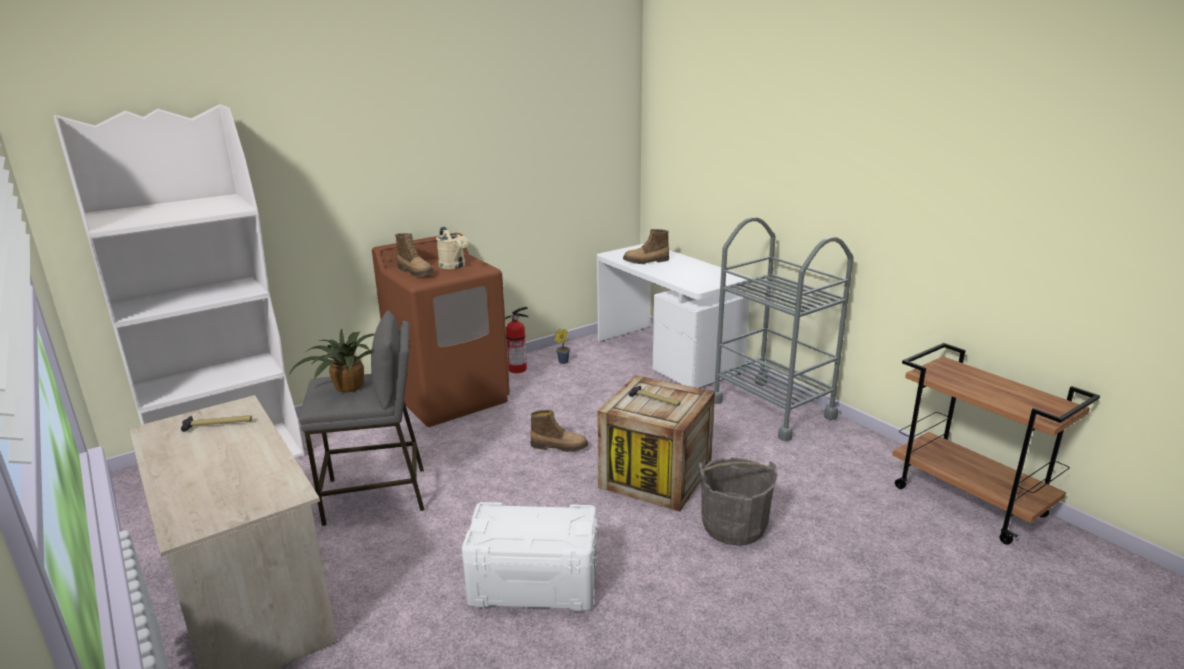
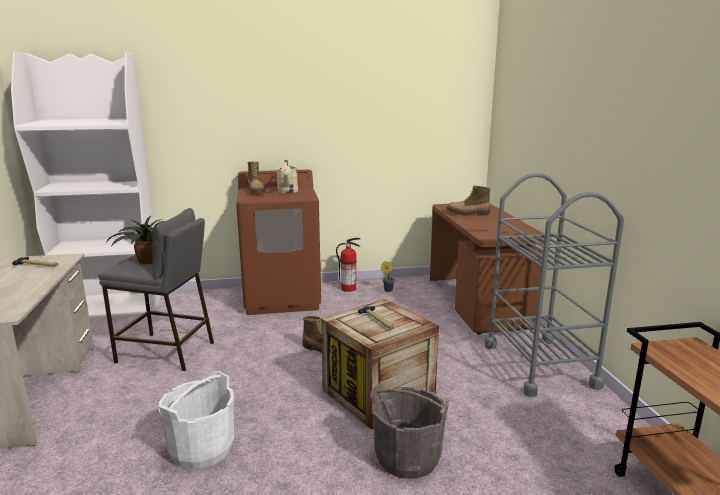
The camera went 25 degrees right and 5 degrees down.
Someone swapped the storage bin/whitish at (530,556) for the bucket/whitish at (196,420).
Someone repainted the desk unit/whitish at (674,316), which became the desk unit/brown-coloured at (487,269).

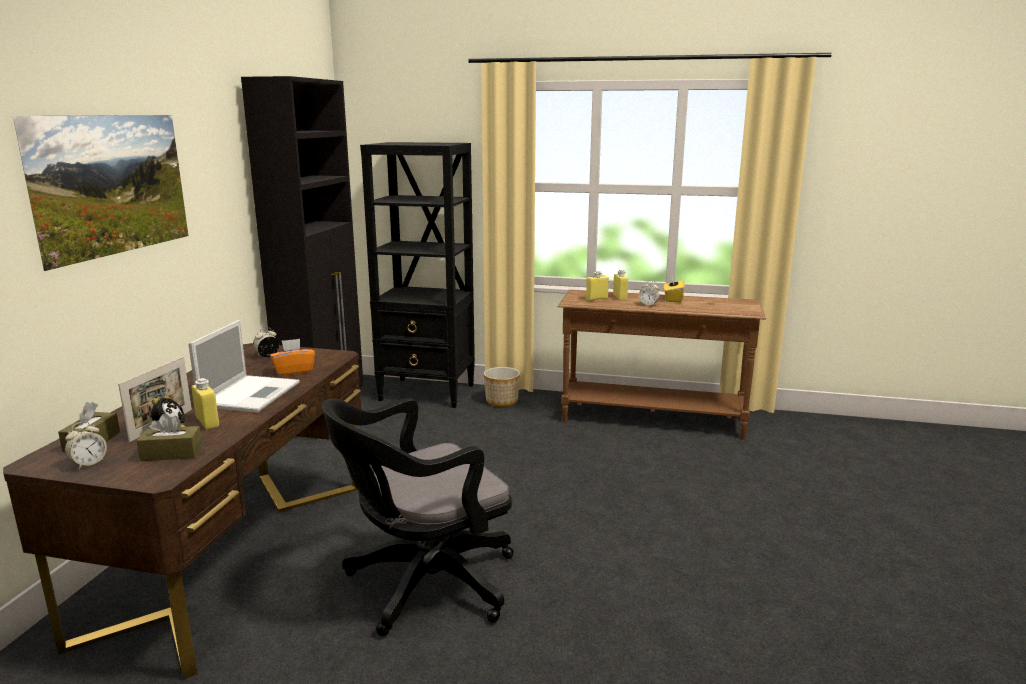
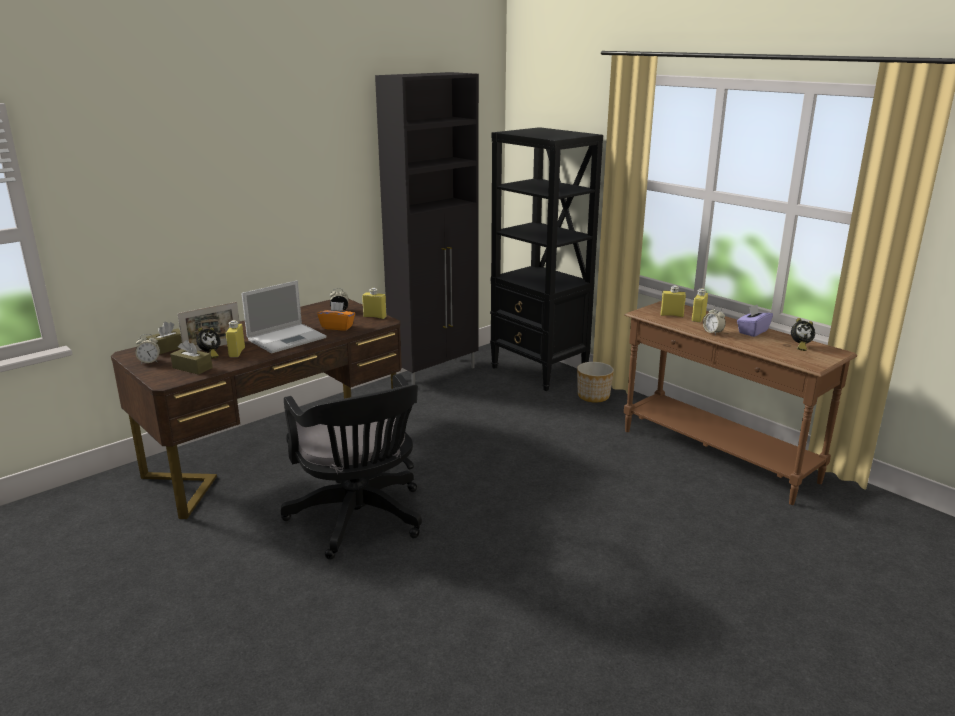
The camera went 35 degrees right and 5 degrees up.
Someone rotated the desk chair/black at (418,517) by 120 degrees counterclockwise.
Someone put down the beverage bottle/yellowish at (374,303).
Someone repainted the tissue holder/yellowish at (674,289), which became the tissue holder/purplish at (755,321).
Someone put down the alarm clock at (803,334).
Someone took away the wall art at (100,193).

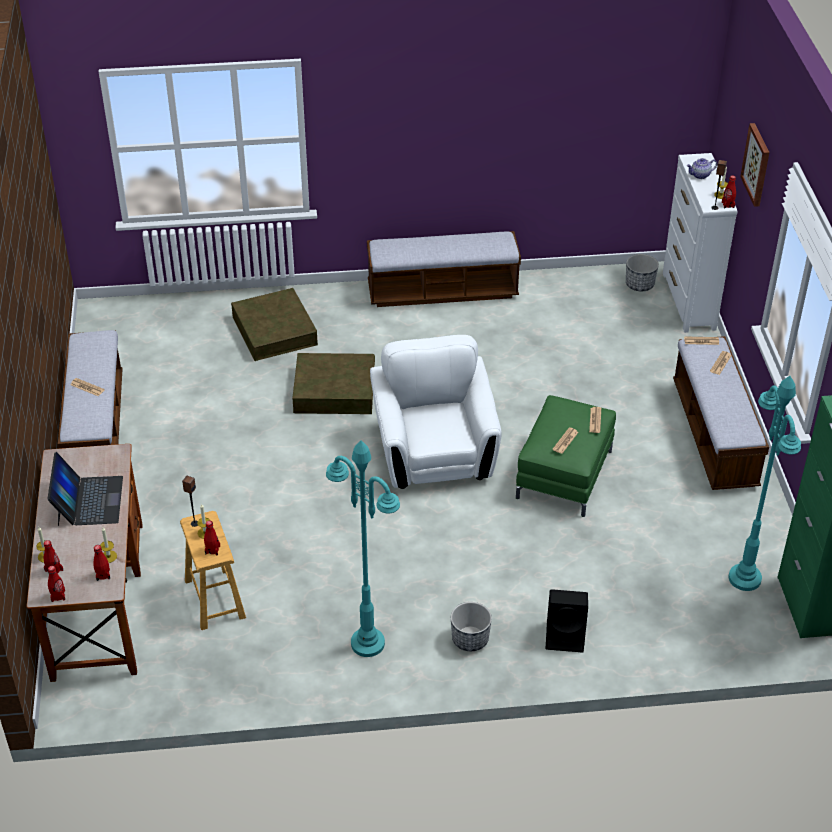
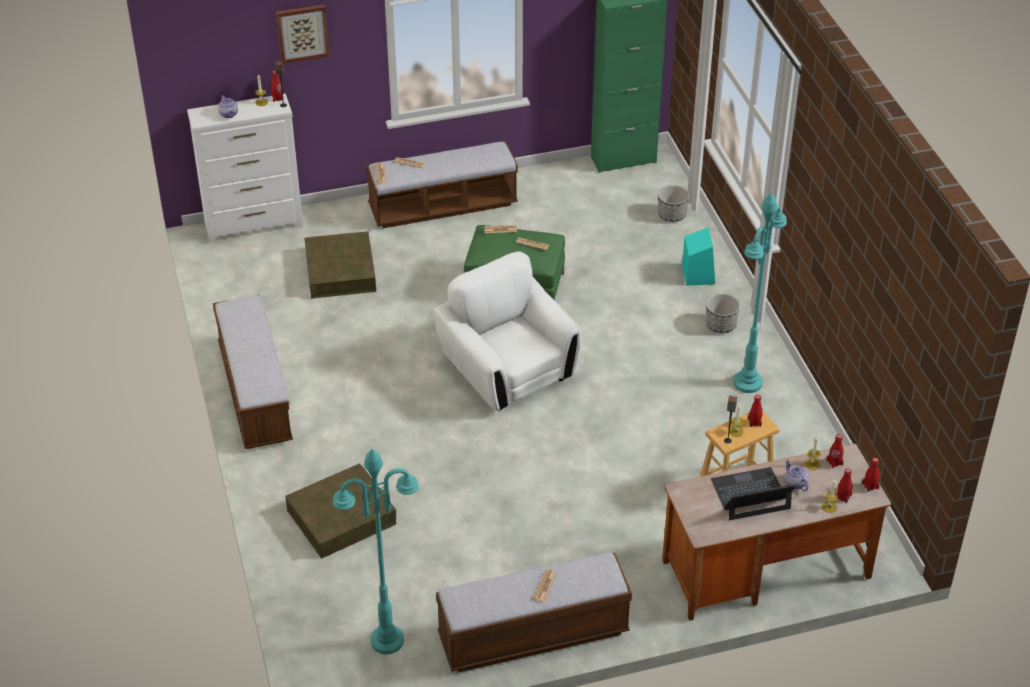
The camera went 100 degrees left and 0 degrees up.
Someone carried the storage bin/brown-coloured from (333,383) to (340,265).
Someone carried the standing lamp/turquoise-coloured from (765,483) to (376,551).
Someone rotated the easy chair/whitish at (436,412) by 75 degrees clockwise.
Someone carried the plant pot from (642,272) to (673,203).
Someone repainted the speaker/black at (567,621), which became the speaker/turquoise-coloured at (698,256).
Someone put down the tea pot at (796,475).

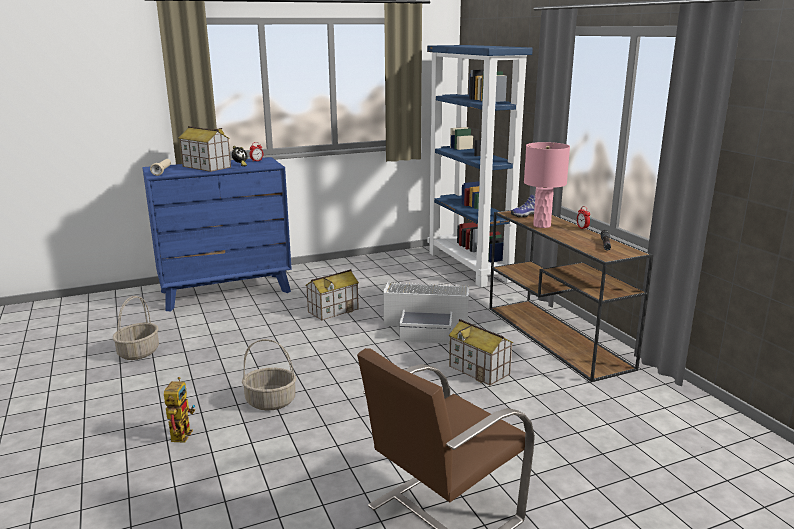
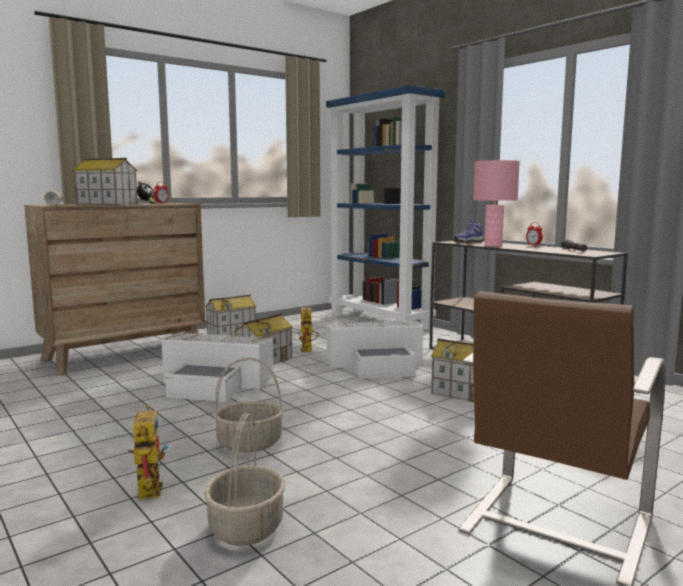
The camera went 15 degrees left and 10 degrees down.
Someone repainted the chest of drawers/bluish at (217,234), which became the chest of drawers/brown-coloured at (114,289).
Someone put down the storage bin/whitish at (217,367).
Someone carried the household basket from (136,328) to (244,479).
Someone put down the model house at (230,315).
Someone put down the model robot at (308,329).

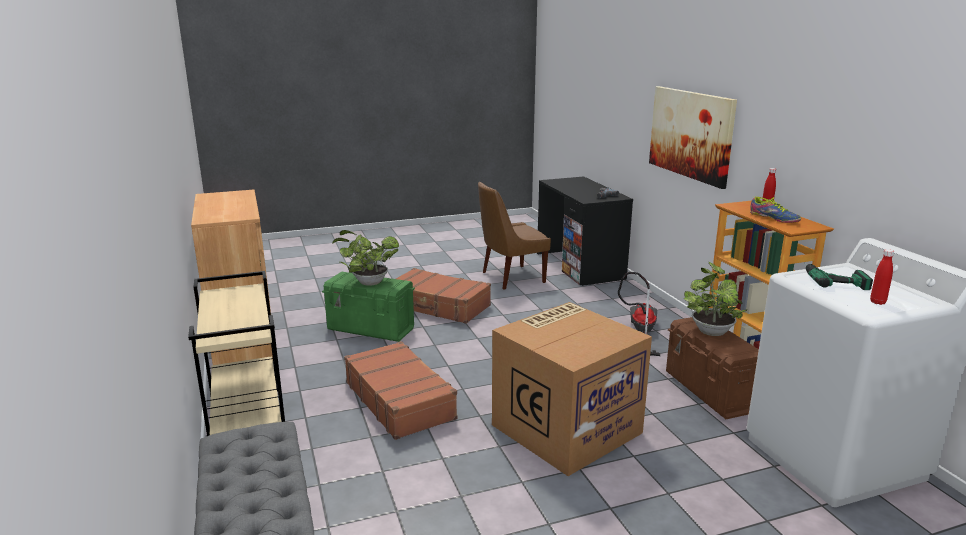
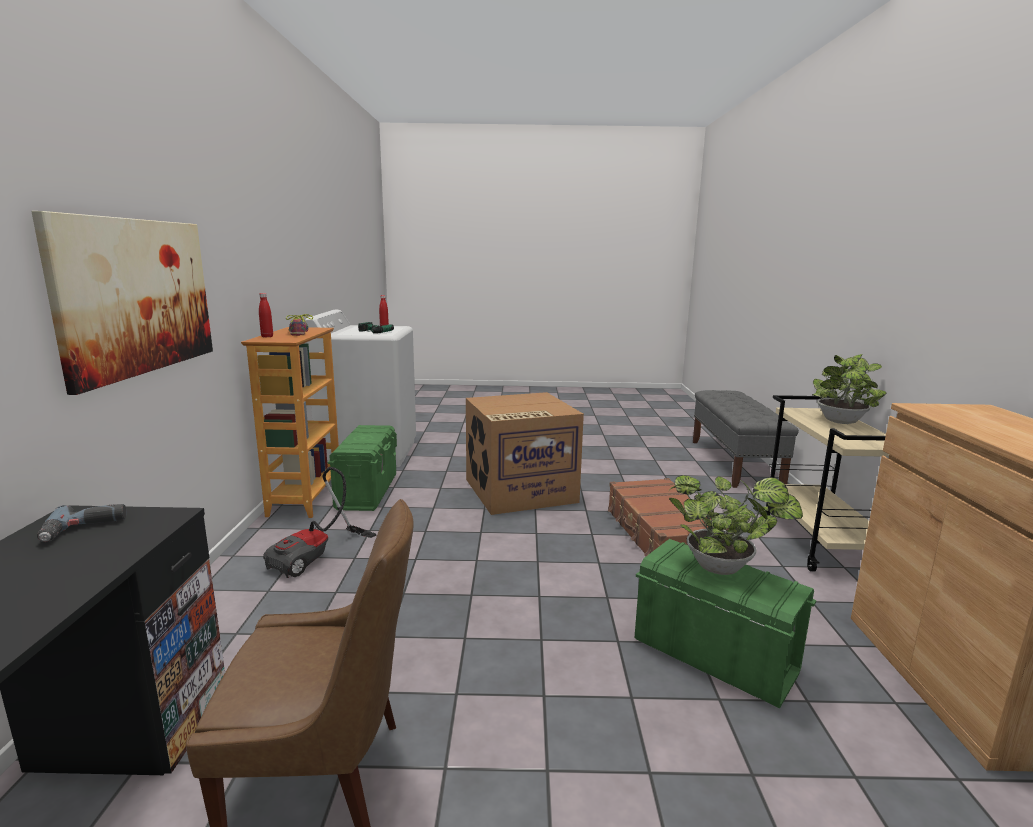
The camera went 160 degrees left and 5 degrees down.
Someone repainted the storage bin/brown-coloured at (712,368), which became the storage bin/green-coloured at (362,468).
Someone carried the plant in a pot from (715,299) to (849,389).
Someone took away the suitcase/brown-coloured at (443,296).

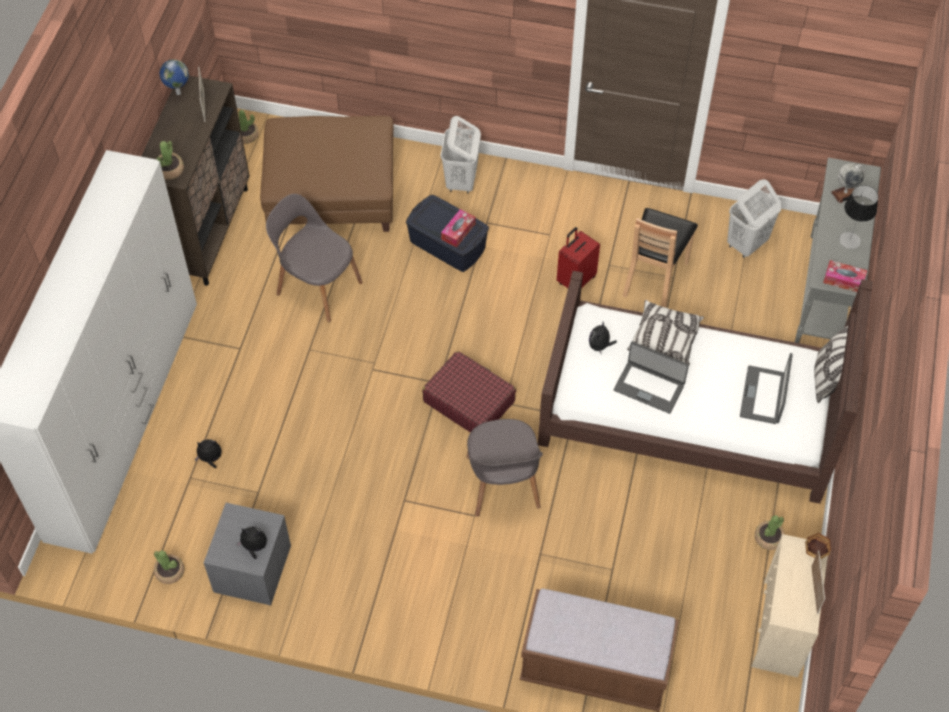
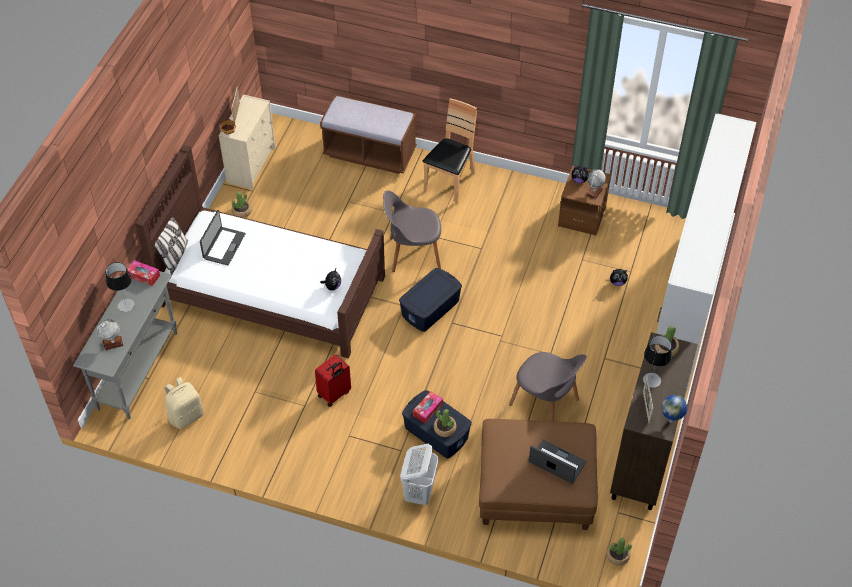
The camera went 175 degrees left and 5 degrees down.
Someone swapped the laundry basket/whitish at (754,218) for the backpack/sand-coloured at (184,403).
Someone rotated the chair/grey at (504,468) by 90 degrees counterclockwise.
Someone swapped the suitcase/red at (469,392) for the storage bin/bluish at (430,300).
Someone carried the chair/brown-coloured from (660,258) to (450,151).
Someone carried the plant in a pot from (169,567) to (445,423).
Someone carried the portable computer from (651,378) to (558,461).
Someone repainted the bedside table/grey at (247,554), which became the bedside table/brown-coloured at (584,201).
Someone put down the globe at (596,184).
Someone put down the lamp for a table at (657,362).
Someone took away the pillow at (665,332).

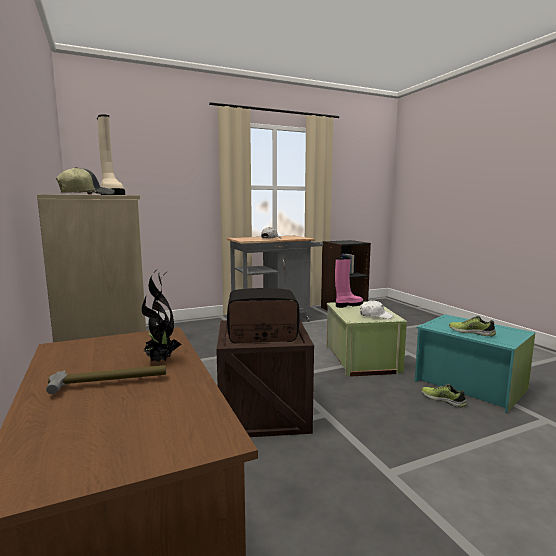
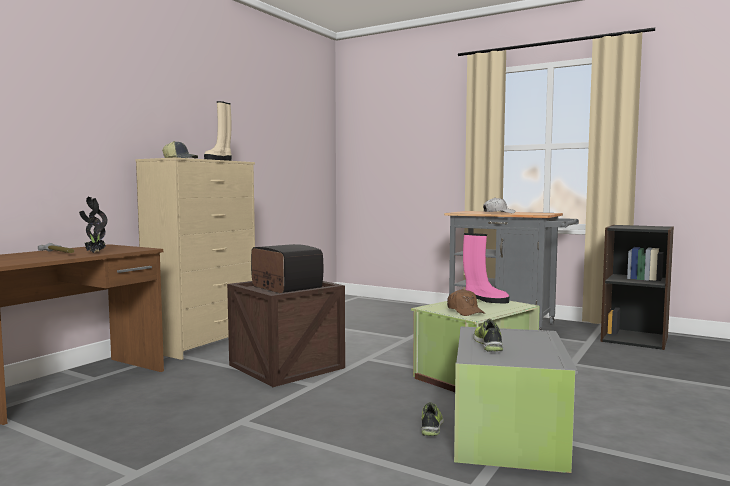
The camera went 55 degrees right and 5 degrees down.
Someone repainted the baseball cap/whitish at (376,309), which became the baseball cap/brown-coloured at (466,302).
Someone repainted the storage bin/turquoise-coloured at (475,363), which became the storage bin/grey at (516,400).

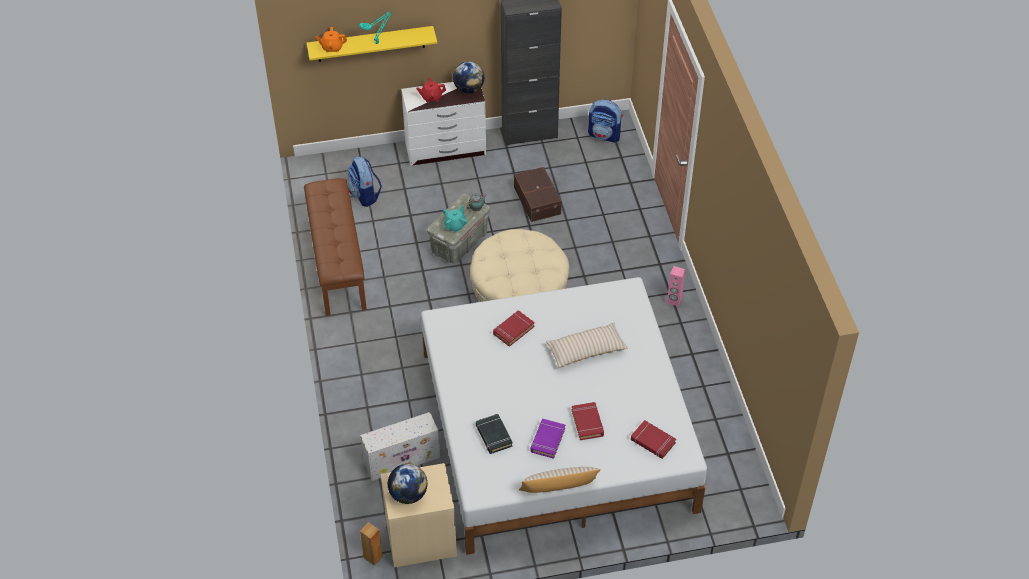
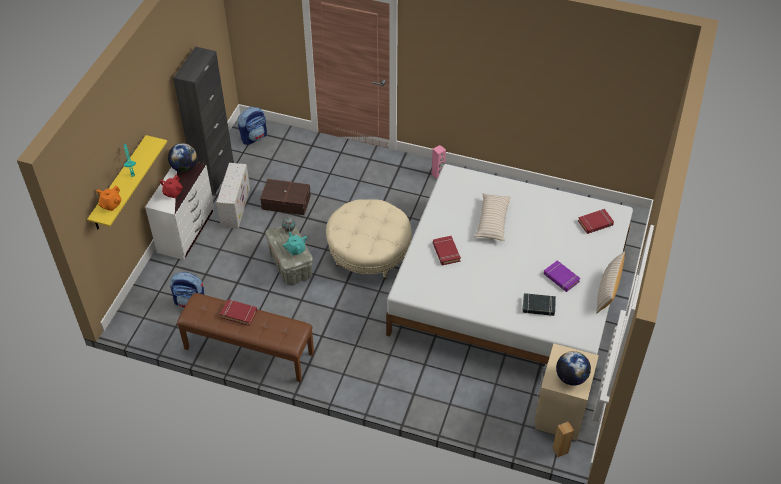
The camera went 60 degrees left and 0 degrees up.
Someone carried the storage bin/whitish from (400,446) to (233,196).
Someone carried the book/red from (588,421) to (238,312).

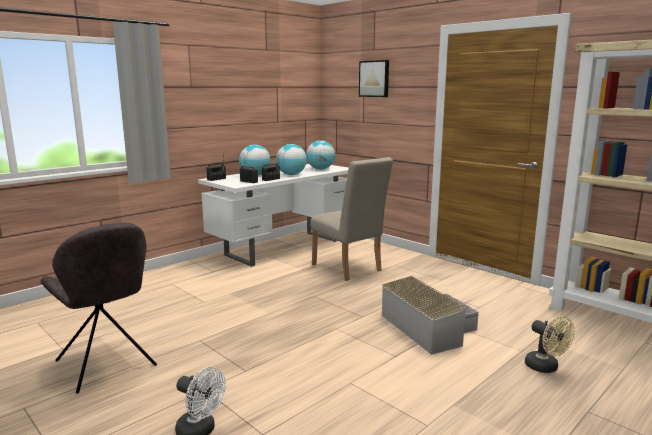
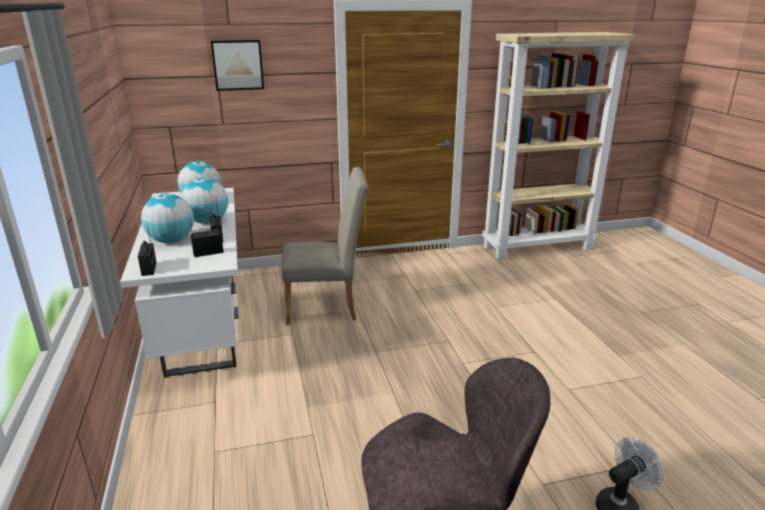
The camera went 60 degrees left and 10 degrees up.
Someone took away the storage bin/grey at (430,315).
Someone took away the fan/sand-coloured at (550,344).

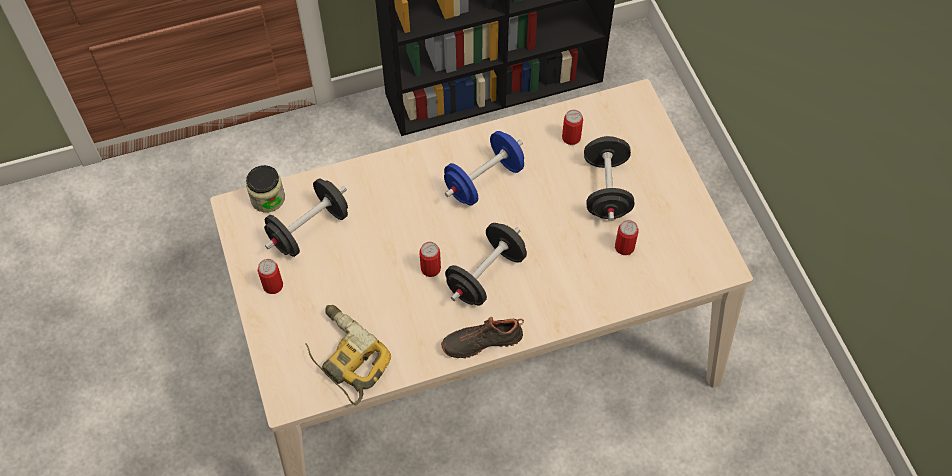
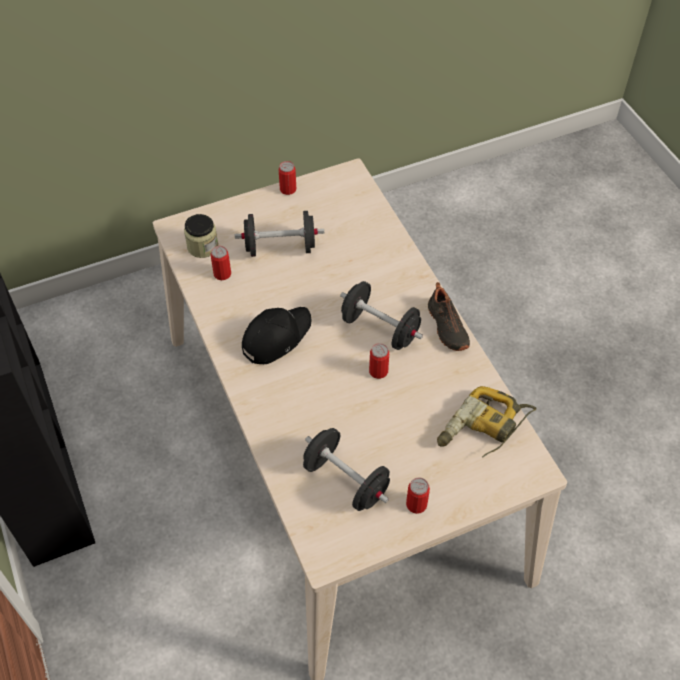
The camera went 95 degrees left and 5 degrees down.
Someone carried the storage jar from (265,188) to (201,236).
Someone swapped the dumbbell/bluish at (484,168) for the baseball cap/black at (276,335).
Someone carried the can from (627,237) to (287,178).

